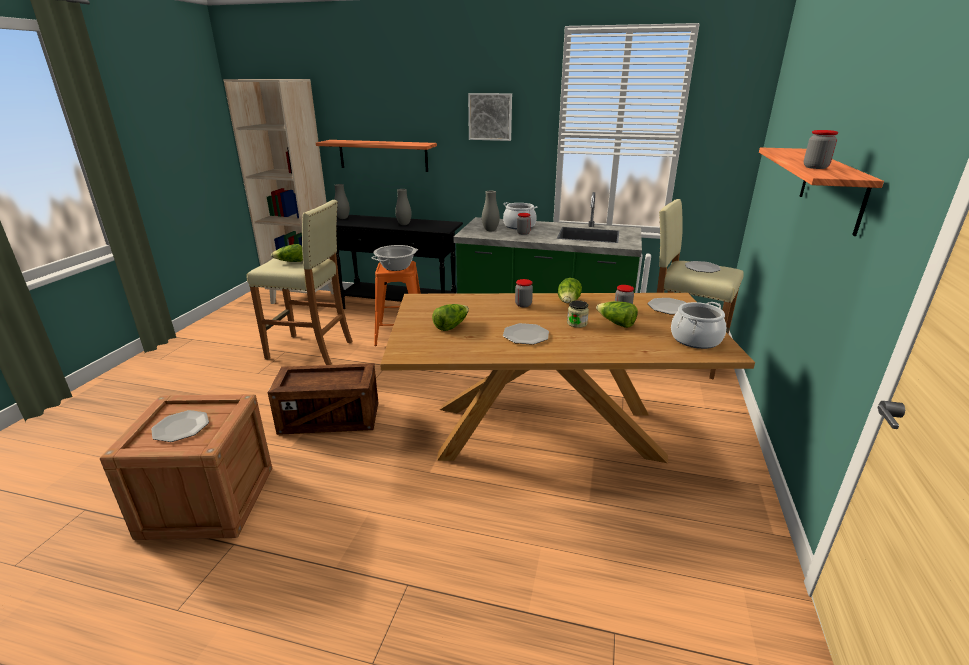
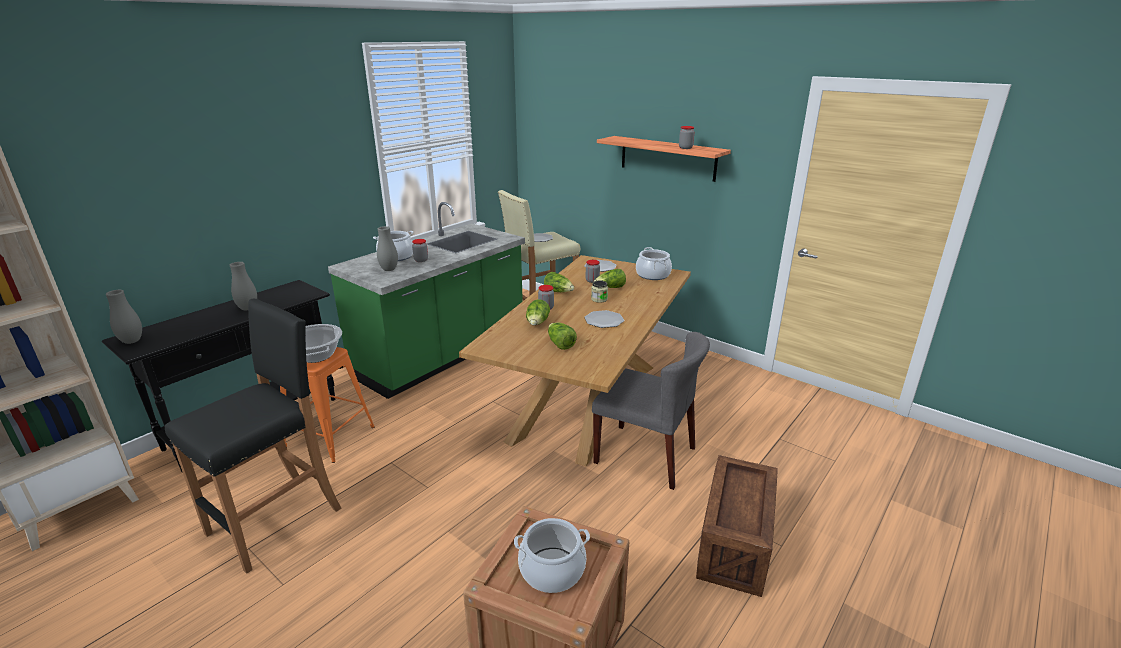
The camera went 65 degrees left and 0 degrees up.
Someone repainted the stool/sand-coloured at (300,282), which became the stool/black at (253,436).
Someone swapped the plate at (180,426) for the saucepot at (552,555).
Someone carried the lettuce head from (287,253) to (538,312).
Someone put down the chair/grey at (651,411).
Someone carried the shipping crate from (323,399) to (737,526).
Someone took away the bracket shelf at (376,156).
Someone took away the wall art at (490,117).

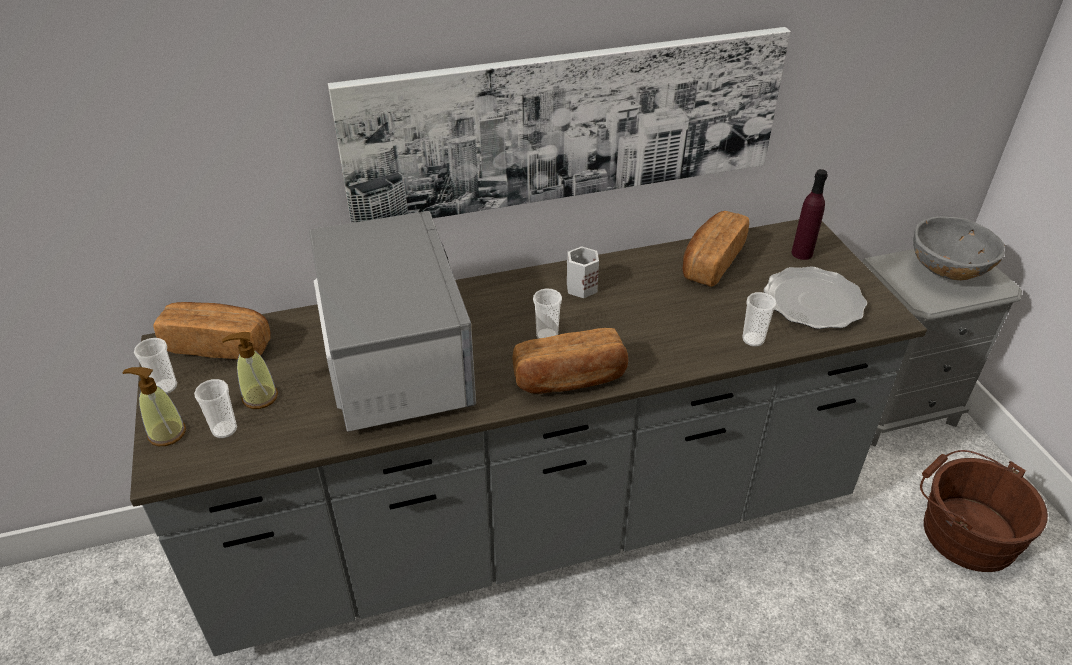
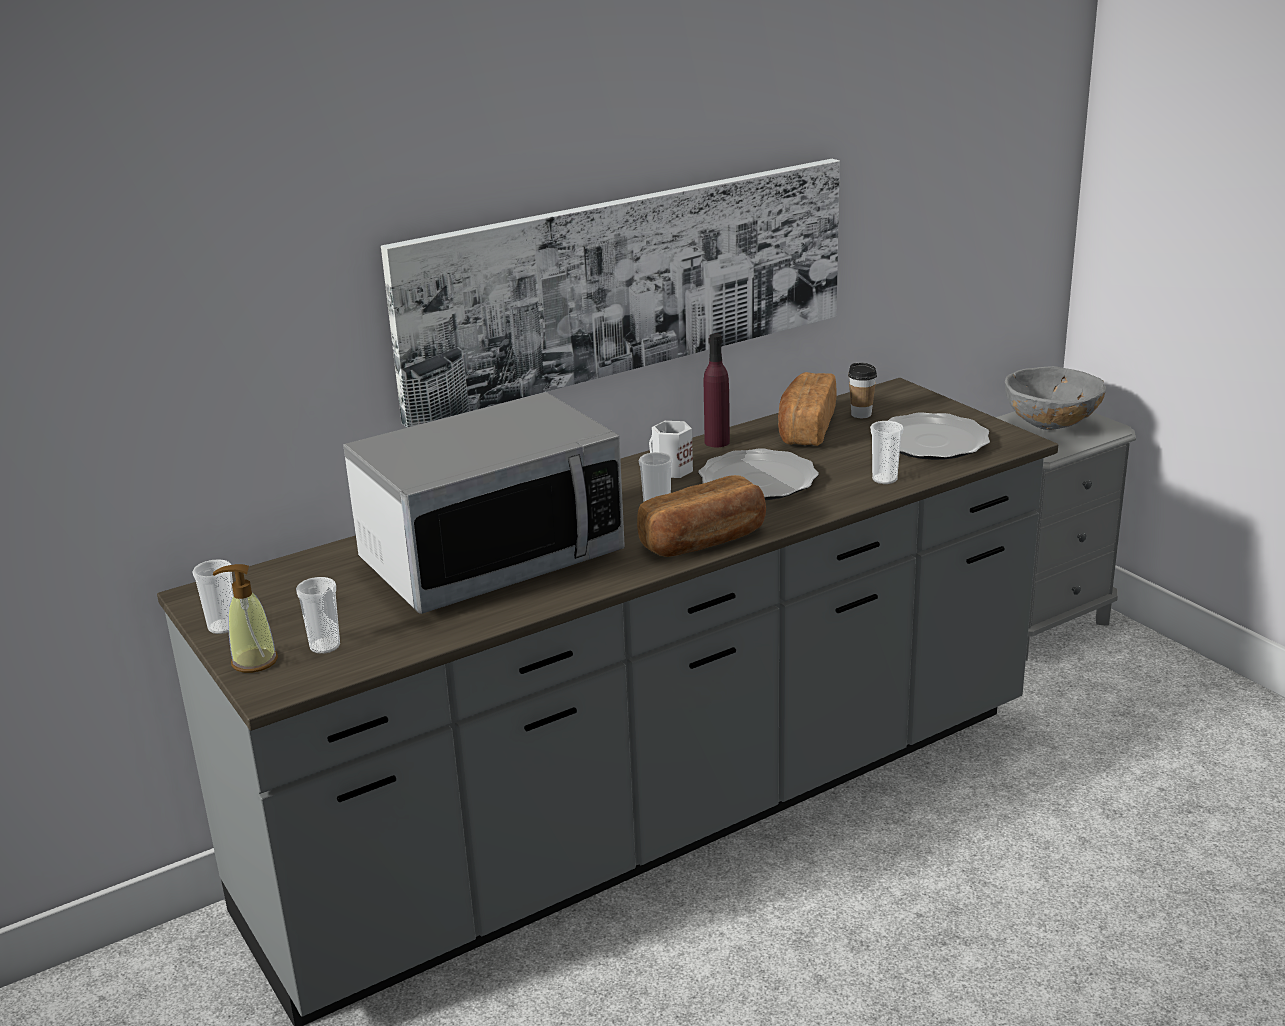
The camera went 15 degrees left and 15 degrees down.
Someone rotated the microwave oven at (392,321) by 90 degrees clockwise.
Someone put down the plate at (758,474).
Someone carried the beverage bottle/purplish from (809,214) to (717,390).
Someone put down the cup at (862,390).
Someone took away the baked bread at (211,331).
Someone took away the soap bottle at (250,370).
Someone took away the bucket/brown-coloured at (984,511).

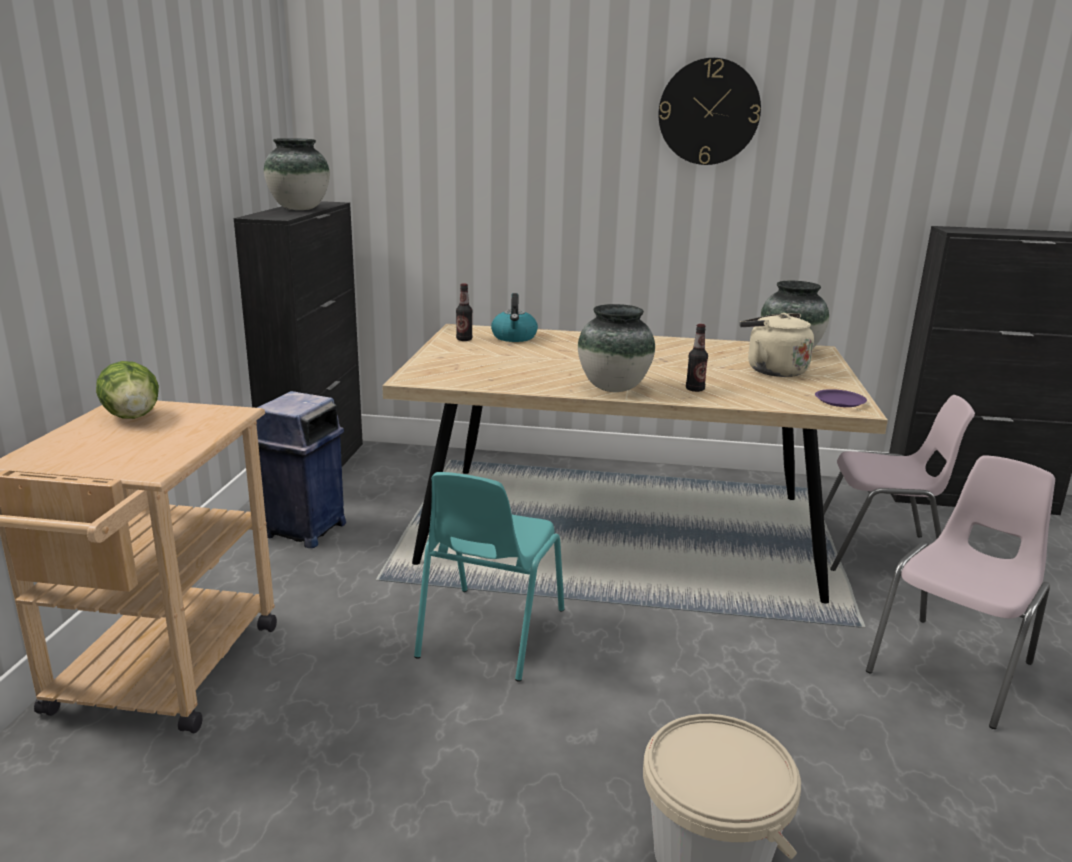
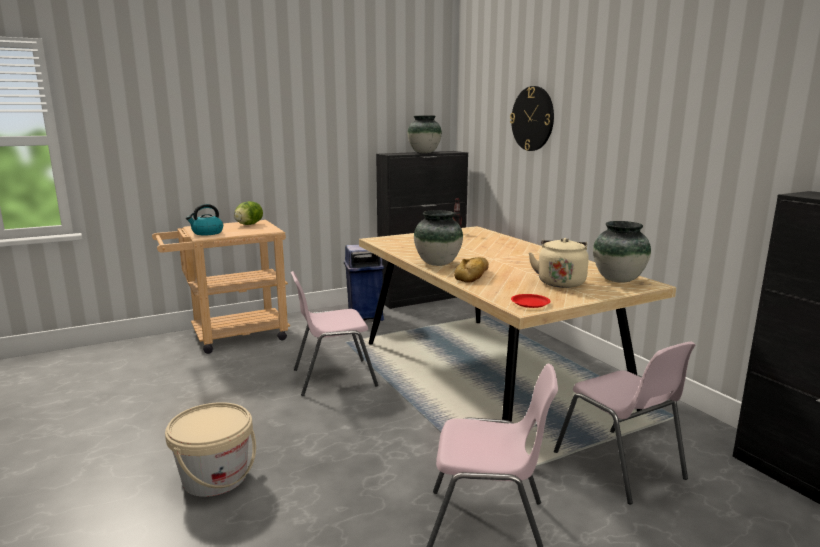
The camera went 55 degrees right and 5 degrees down.
Someone carried the tea kettle from (514,317) to (204,219).
Someone repainted the chair/turquoise-coloured at (489,577), which became the chair/pinkish at (334,333).
Someone swapped the beverage bottle at (697,358) for the baked bread at (471,270).
Someone carried the clock on the wall from (709,111) to (532,118).
Someone repainted the plate/purplish at (841,398), which became the plate/red at (531,301).

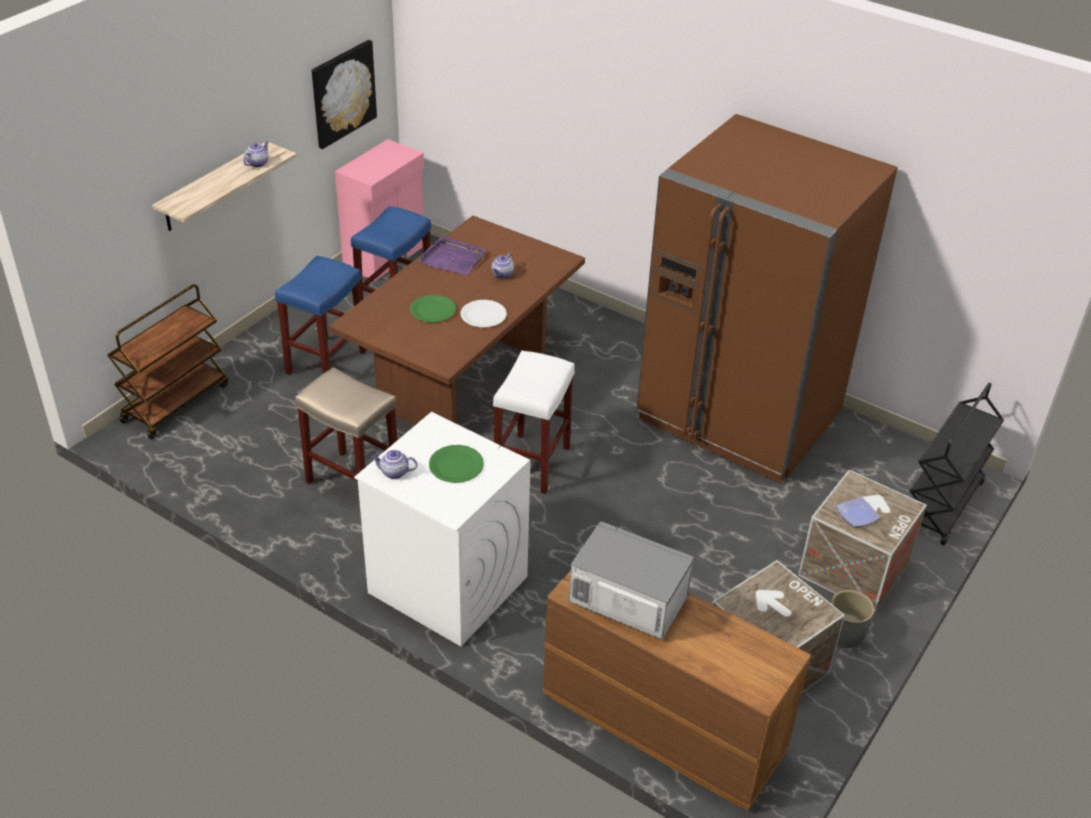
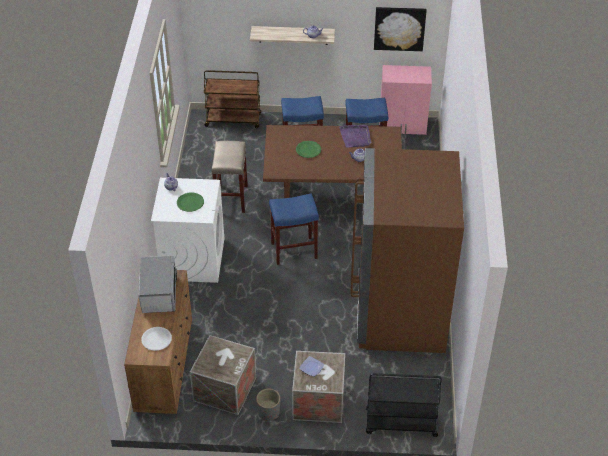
The camera went 60 degrees right and 5 degrees up.
Someone carried the plate/whitish from (484,314) to (156,339).
Someone repainted the stool/whitish at (534,422), which became the stool/bluish at (294,229).

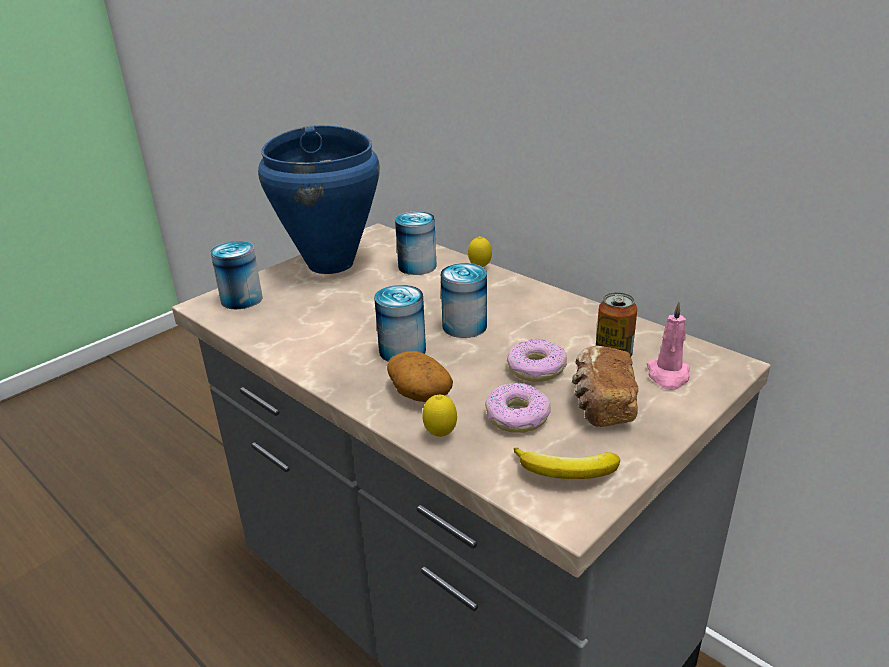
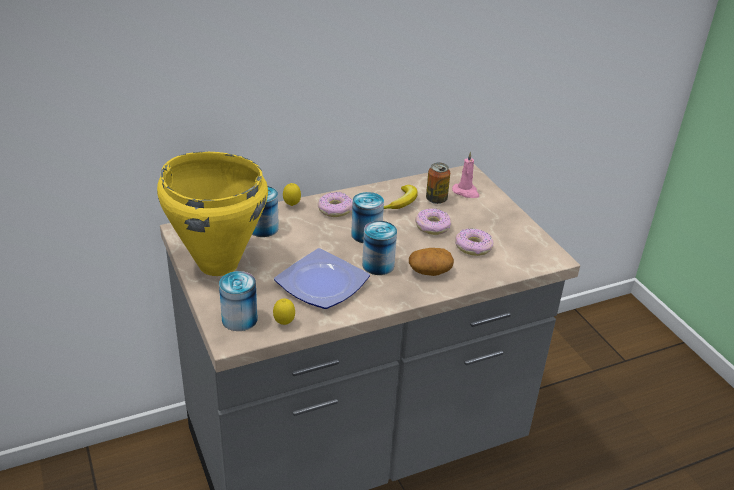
The camera went 70 degrees left and 5 degrees up.
Someone repainted the saucepot/bluish at (319,199), which became the saucepot/yellowish at (212,214).
Someone carried the citrus fruit from (439,416) to (284,311).
Someone put down the plate at (322,278).
Someone put down the donut at (335,204).
Someone carried the whole banana from (567,463) to (401,197).
Someone took away the baked bread at (605,386).

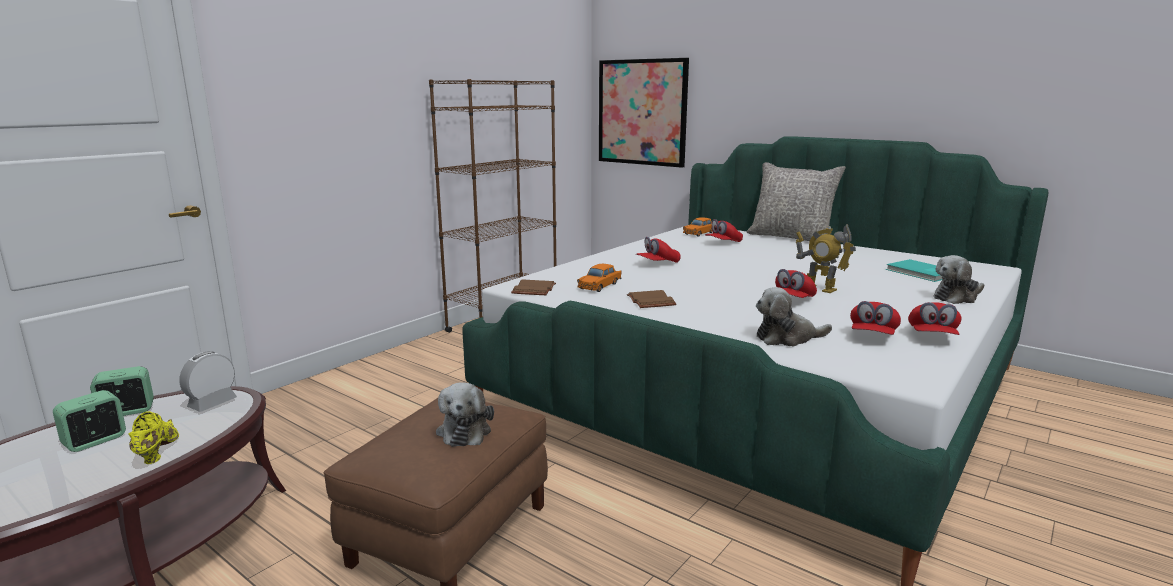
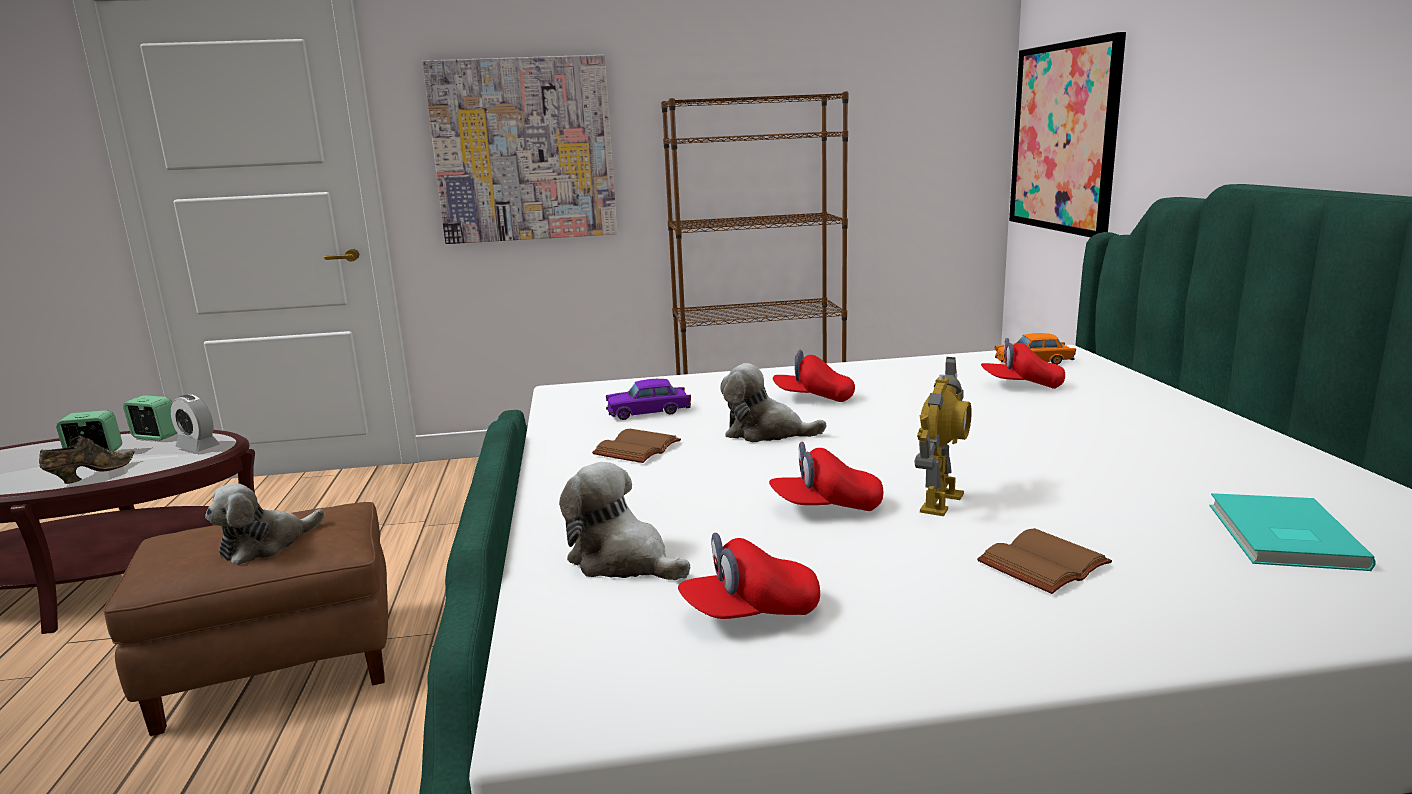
The camera went 45 degrees right and 0 degrees up.
Someone repainted the low shoe/yellowish at (154,437), which became the low shoe/brown-coloured at (86,460).
Someone rotated the alarm clock at (208,381) by 135 degrees counterclockwise.
Someone put up the wall art at (519,149).
Someone repainted the toy car/orange at (599,278), which became the toy car/purplish at (648,399).
Someone carried the cuddly toy from (958,279) to (773,402).
Someone rotated the model robot at (826,258) by 150 degrees counterclockwise.
Someone carried the book/brown-coloured from (533,287) to (1044,561).
Someone took away the pillow/grey at (796,201).
Someone took away the baseball cap/red at (934,318).

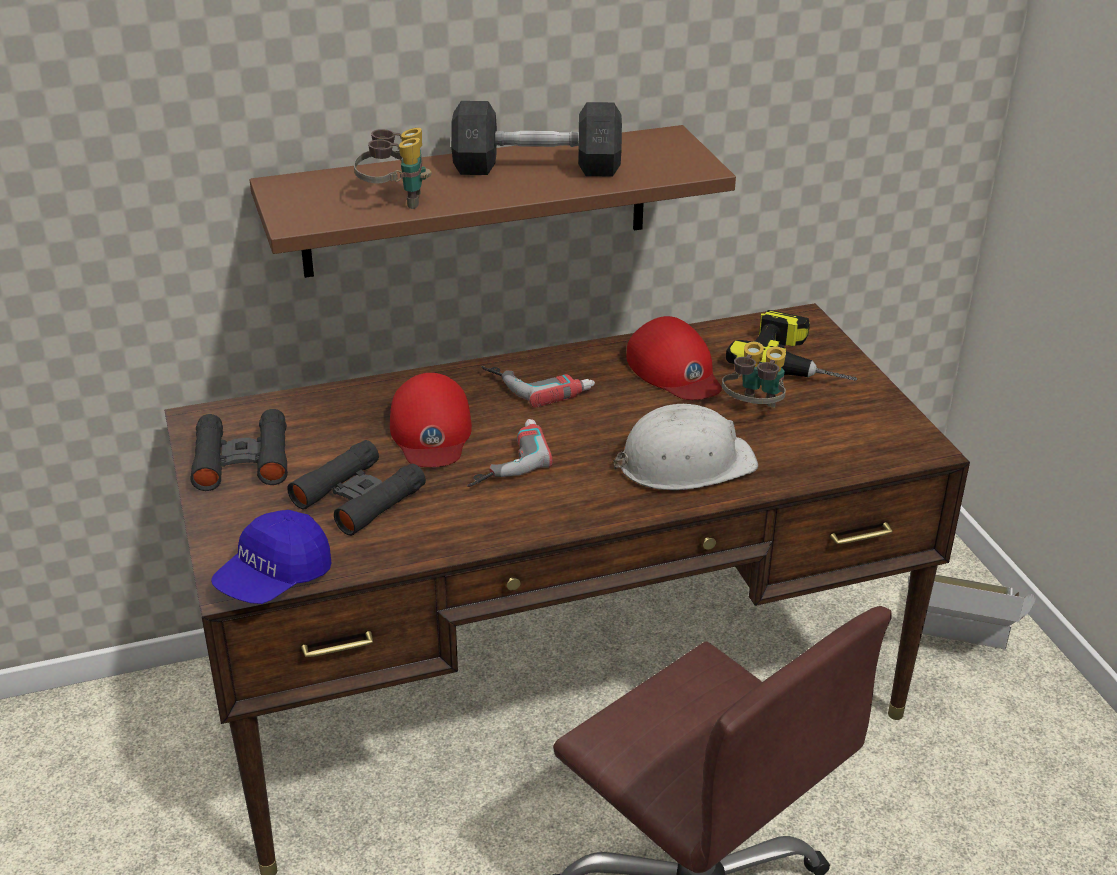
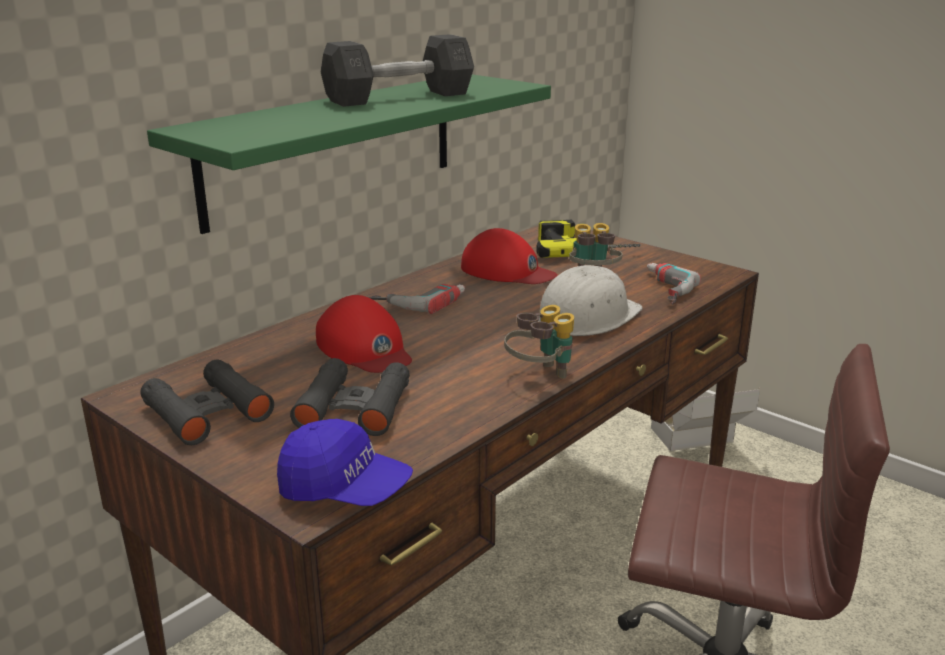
The camera went 30 degrees left and 10 degrees down.
Someone repainted the bracket shelf/brown-coloured at (493,201), which became the bracket shelf/green-coloured at (349,154).
Someone rotated the baseball cap/bluish at (271,557) by 75 degrees counterclockwise.
Someone carried the pair of binoculars from (393,168) to (539,342).
Someone carried the electric drill from (510,453) to (674,284).

